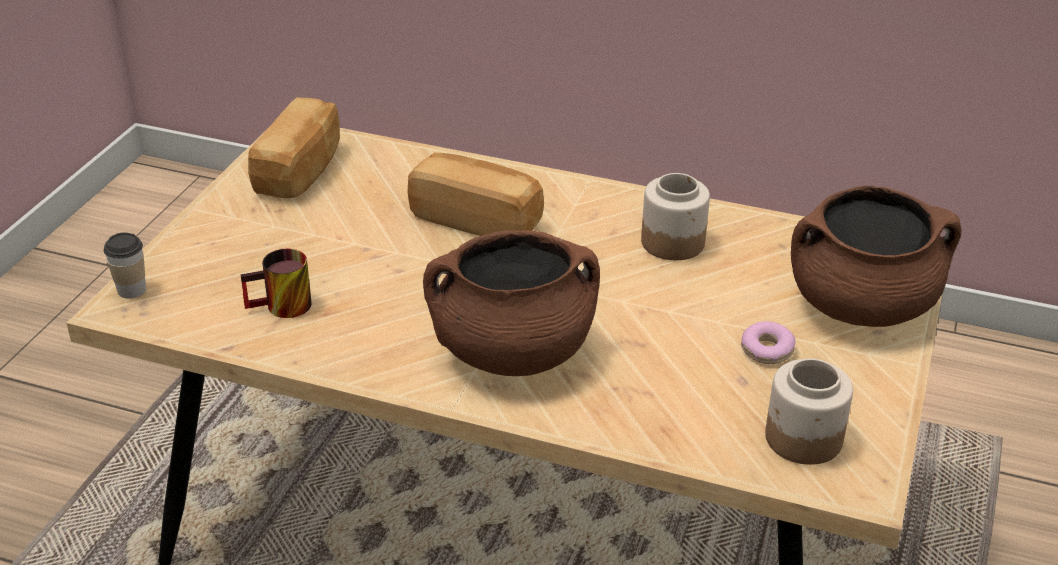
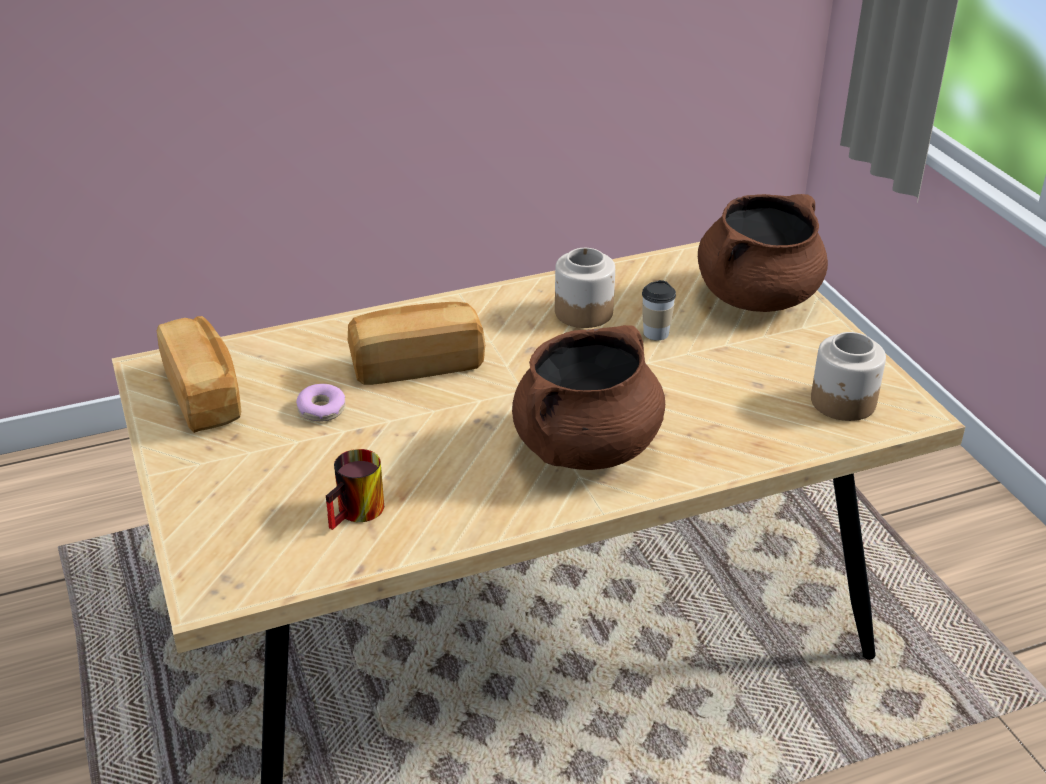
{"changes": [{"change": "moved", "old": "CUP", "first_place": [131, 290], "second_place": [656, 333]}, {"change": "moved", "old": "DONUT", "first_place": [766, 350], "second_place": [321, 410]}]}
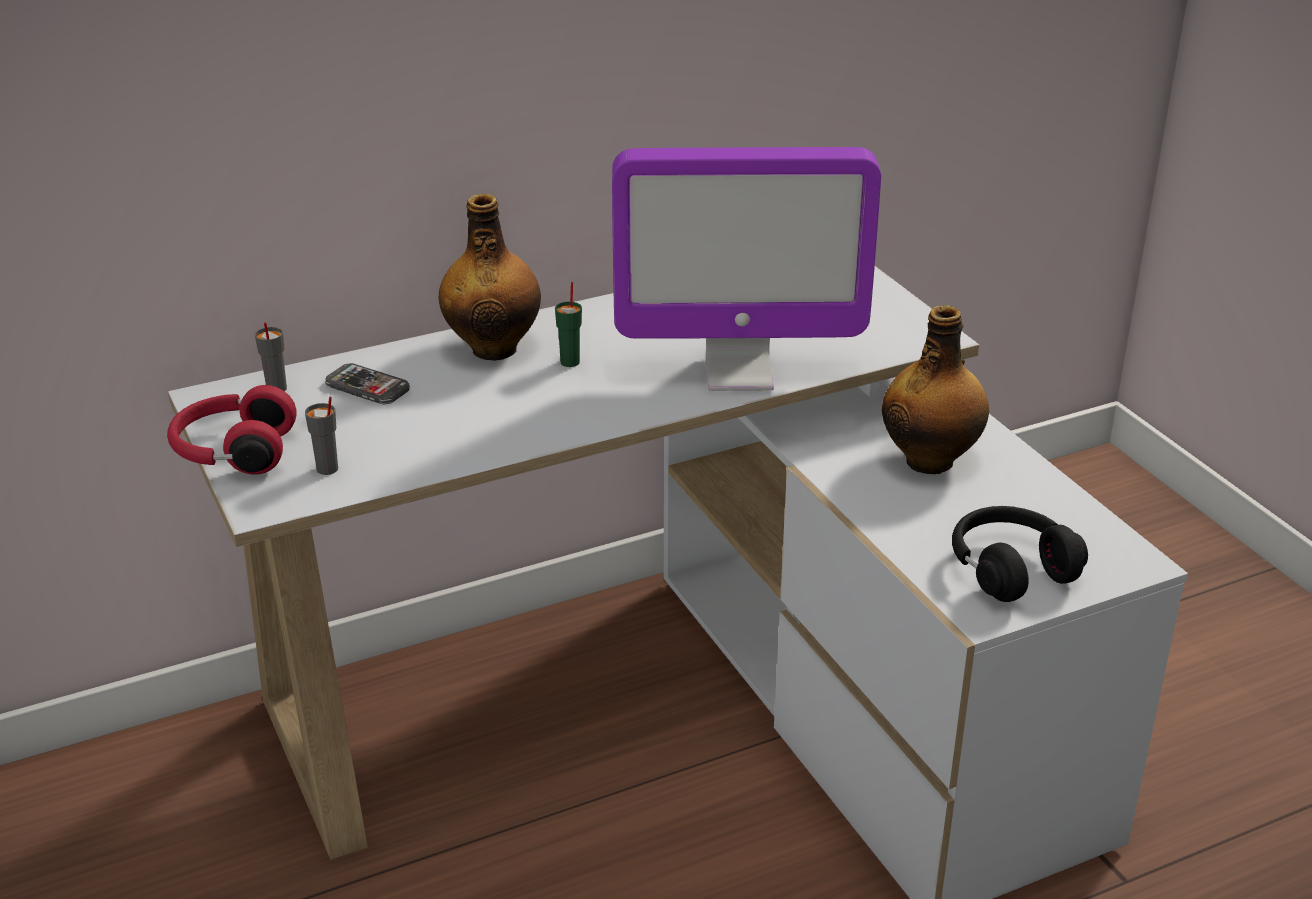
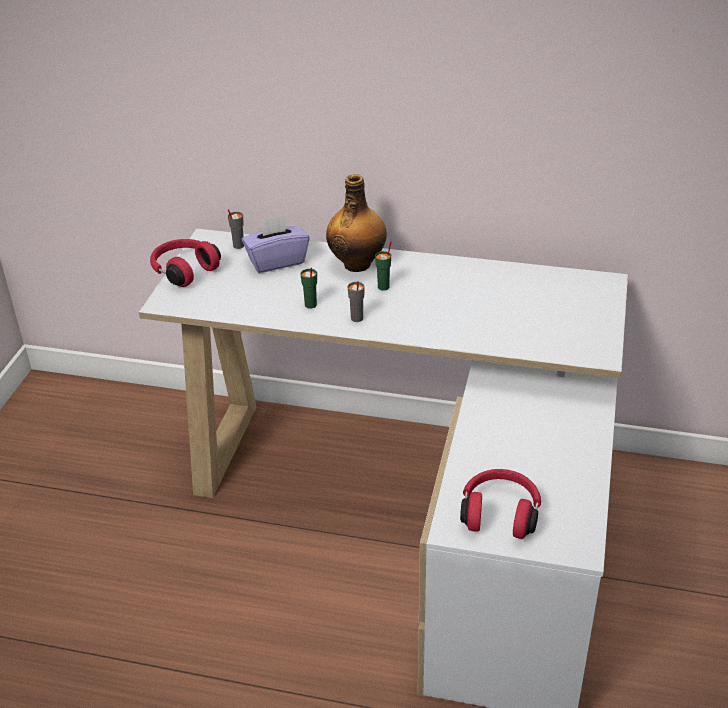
{"changes": [{"change": "removed", "old": "MONITOR", "first_place": [739, 373]}, {"change": "removed", "old": "BOTTLE", "first_place": [931, 460]}, {"change": "replaced", "old": "PHONE", "new": "PURPLE TISSUE BOX", "first_place": [367, 387], "second_place": [276, 261]}, {"change": "moved", "old": "GREY CUP", "first_place": [327, 469], "second_place": [356, 318]}, {"change": "recoloured", "old": "BLACK HEADPHONES", "new": "RED HEADPHONES", "first_place": [1009, 569], "second_place": [500, 513]}, {"change": "added", "new": "GREEN CUP", "second_place": [310, 305]}]}
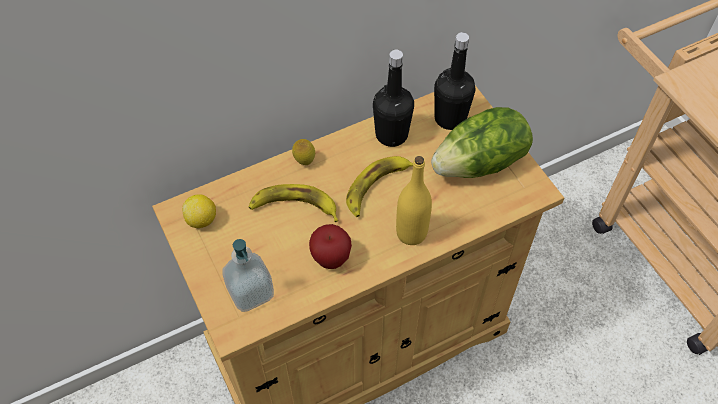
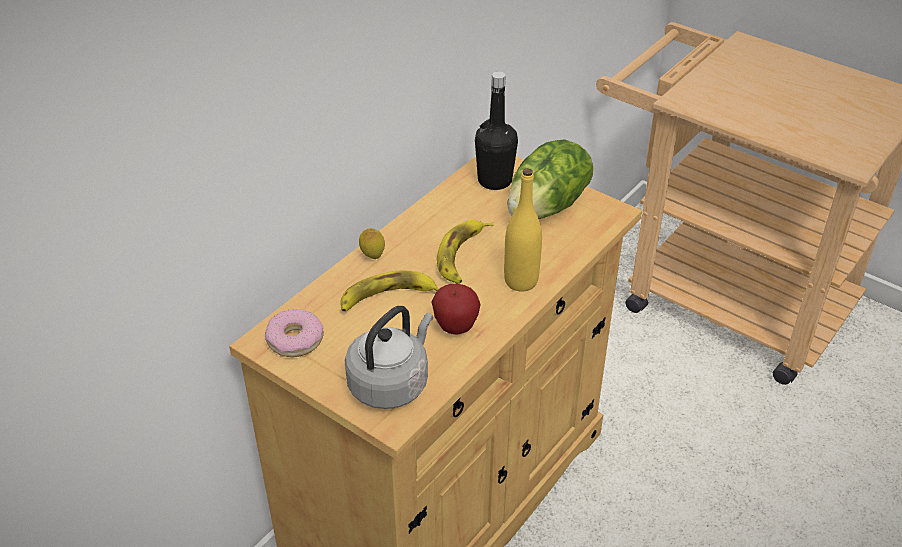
{"changes": [{"change": "removed", "old": "BLACK BOTTLE", "first_place": [391, 135]}, {"change": "replaced", "old": "LEMON", "new": "DONUT", "first_place": [202, 220], "second_place": [295, 339]}, {"change": "replaced", "old": "SOAP DISPENSER", "new": "GREY KETTLE", "first_place": [251, 292], "second_place": [391, 383]}]}
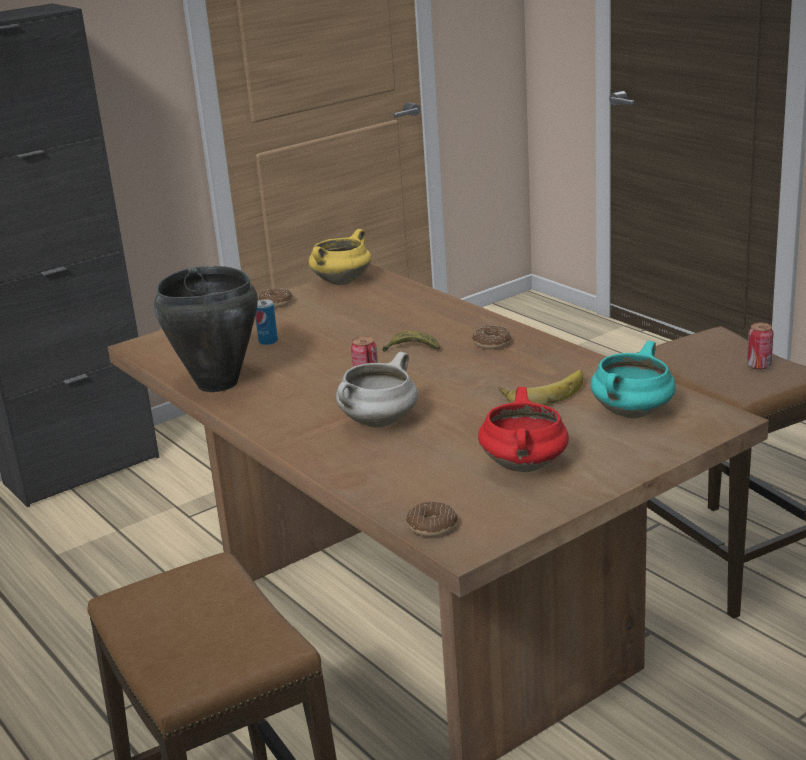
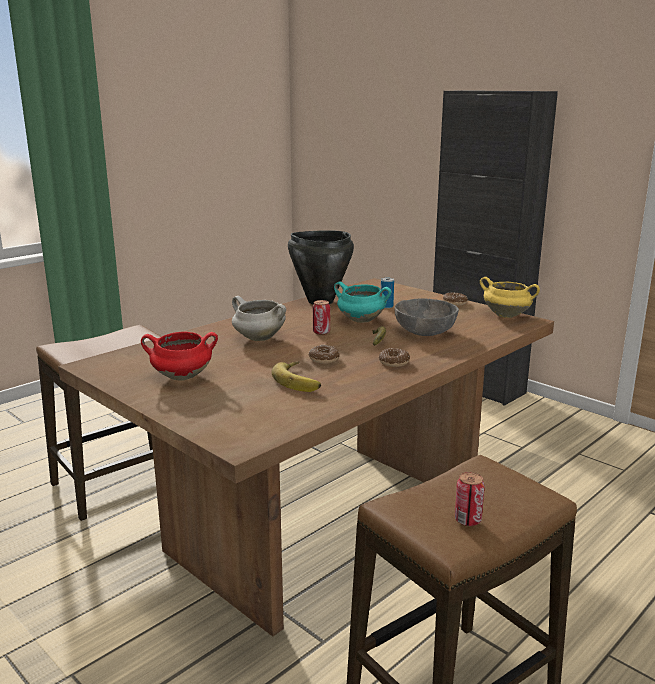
{"changes": [{"change": "moved", "old": "TURQUOISE COOKING POT", "first_place": [632, 414], "second_place": [360, 320]}, {"change": "moved", "old": "DONUT", "first_place": [432, 526], "second_place": [324, 359]}, {"change": "added", "new": "GREY BOWL", "second_place": [425, 332]}]}
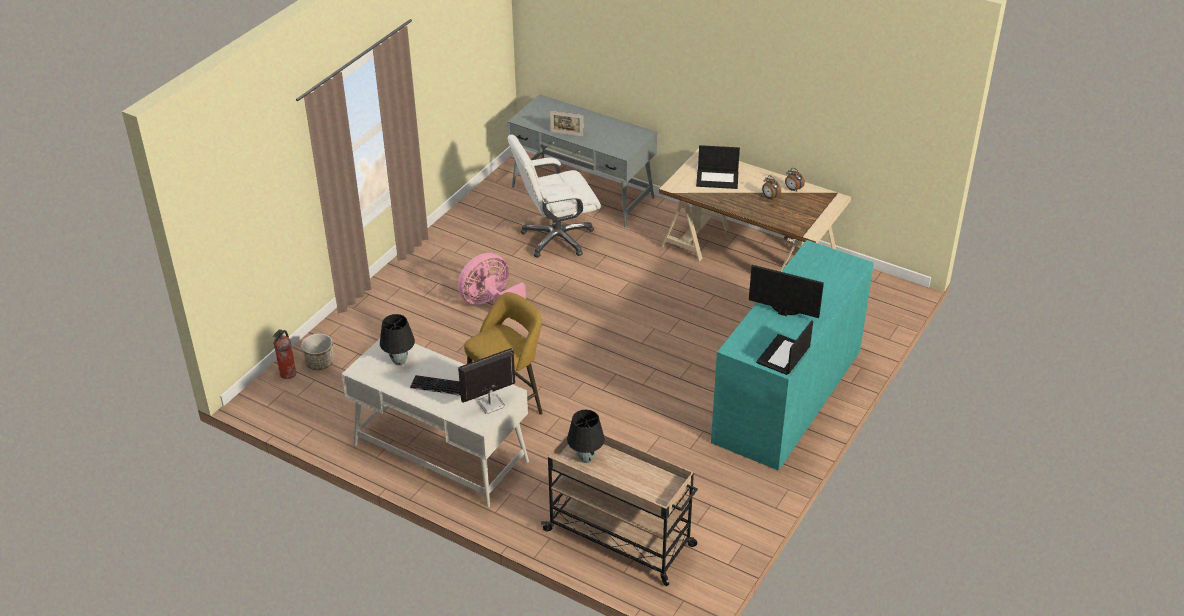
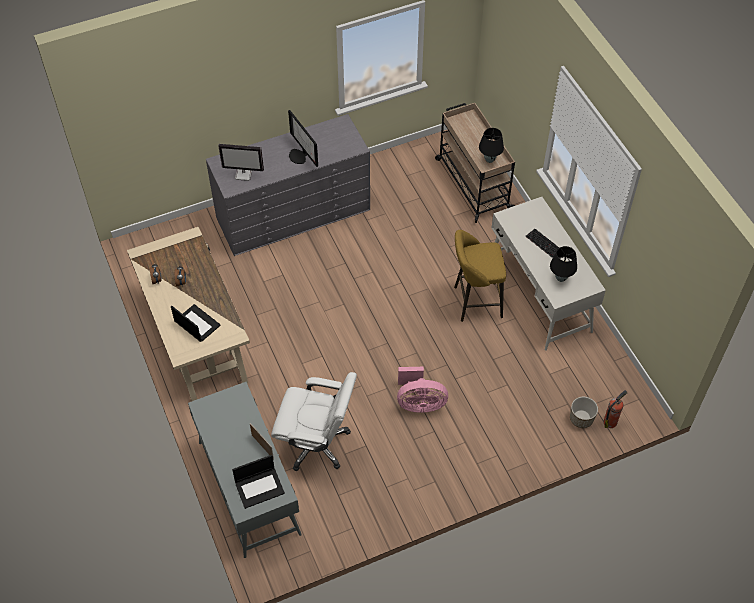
{"changes": [{"change": "recoloured", "old": "TURQUOISE DRESSER", "new": "GREY DRESSER", "first_place": [787, 396], "second_place": [293, 214]}, {"change": "moved", "old": "LAPTOP", "first_place": [783, 355], "second_place": [260, 487]}, {"change": "moved", "old": "MONITOR", "first_place": [490, 404], "second_place": [244, 174]}]}
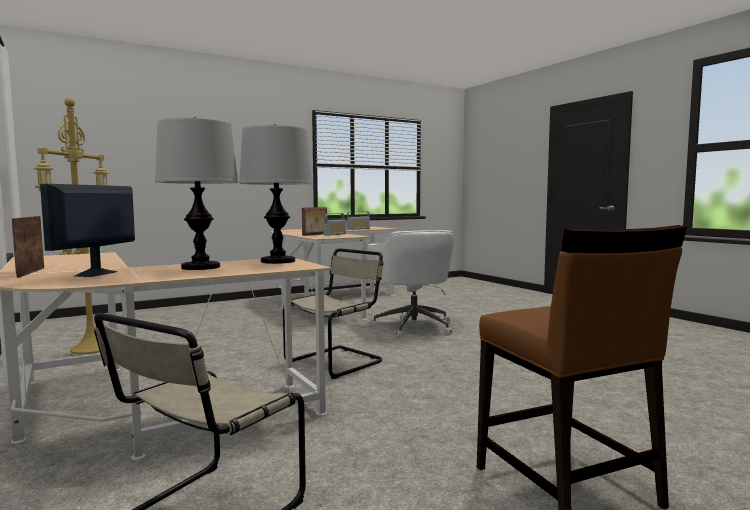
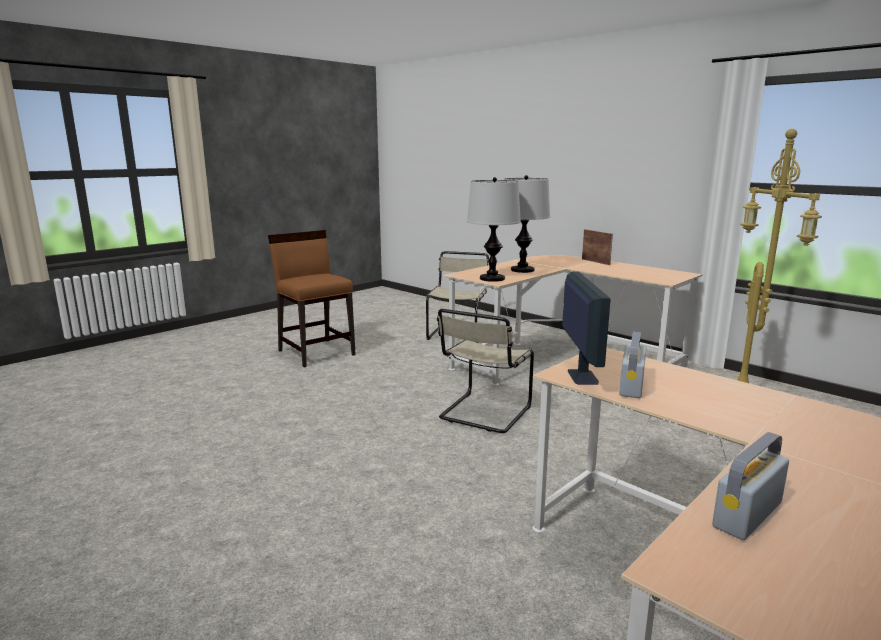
{"changes": [{"change": "moved", "old": "MONITOR", "first_place": [95, 274], "second_place": [582, 376]}, {"change": "removed", "old": "PICTURE FRAME", "first_place": [315, 234]}, {"change": "removed", "old": "WHITE OFFICE CHAIR", "first_place": [413, 326]}]}
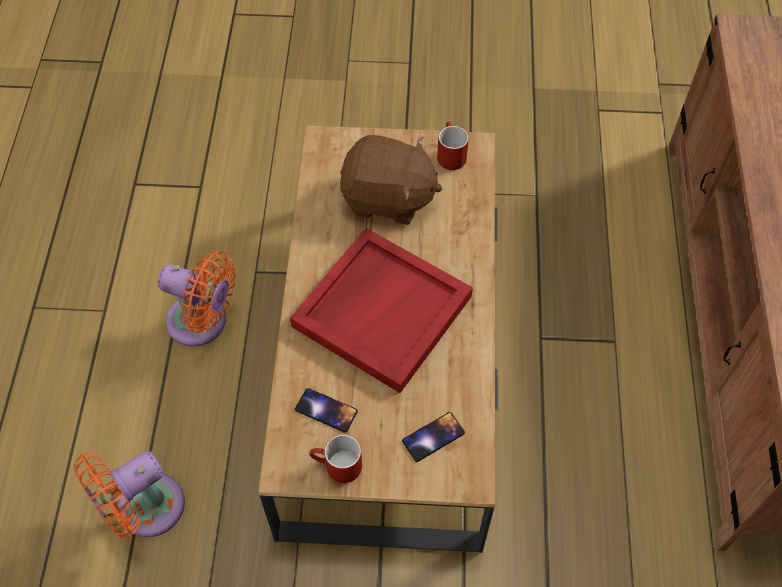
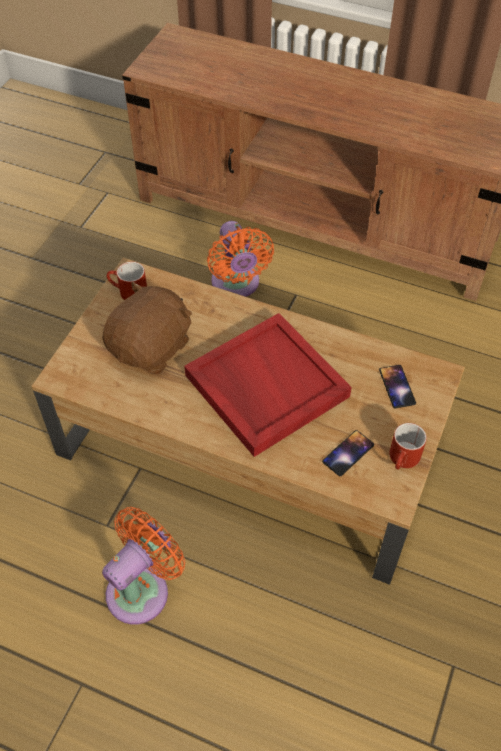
{"changes": [{"change": "moved", "old": "ORANGE FAN", "first_place": [144, 509], "second_place": [236, 285]}]}
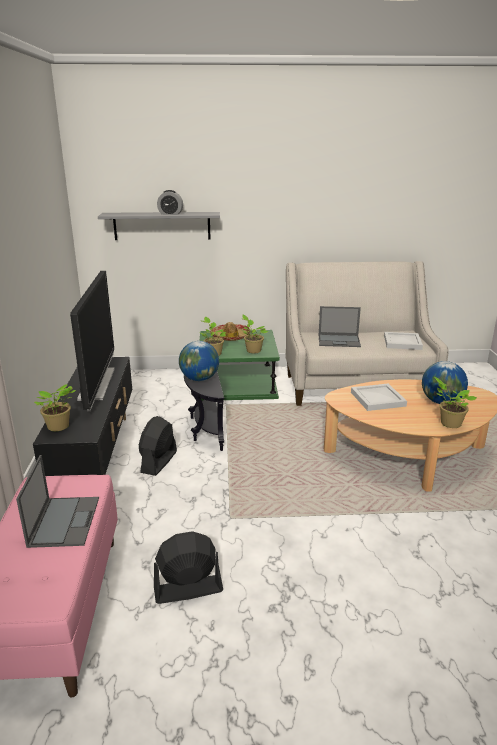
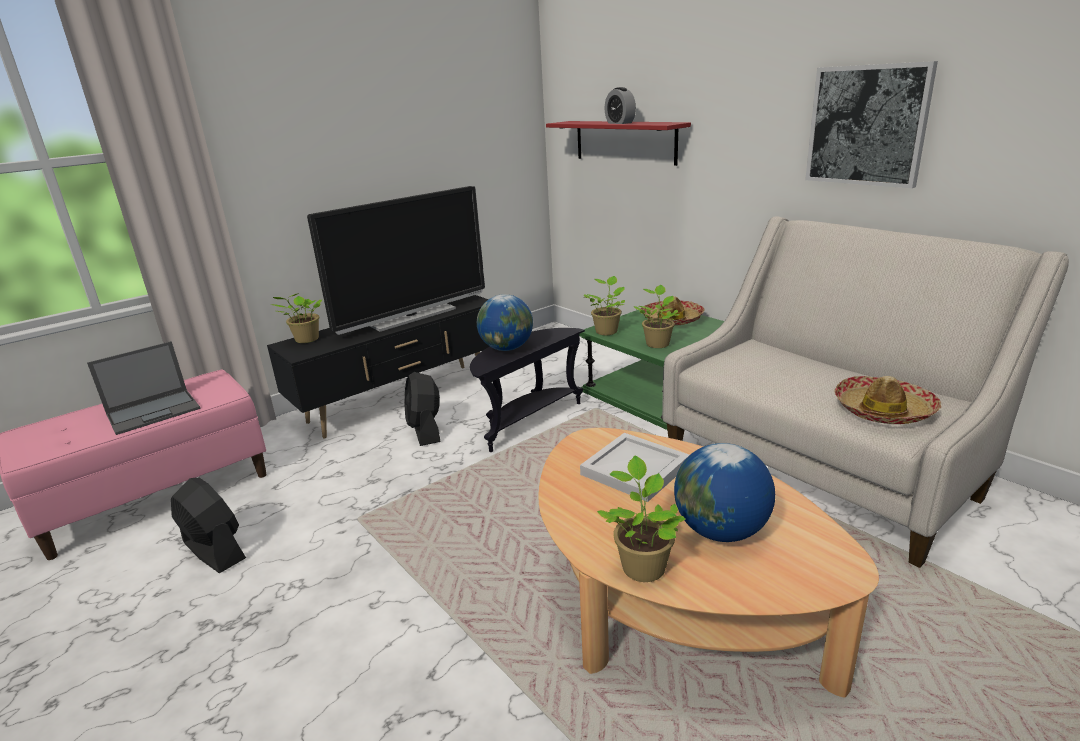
{"changes": [{"change": "recoloured", "old": "GREY SHELF", "new": "RED SHELF", "first_place": [162, 226], "second_place": [624, 141]}, {"change": "removed", "old": "LAPTOP", "first_place": [339, 341]}, {"change": "replaced", "old": "WHITE TRAY", "new": "HAT", "first_place": [401, 342], "second_place": [883, 410]}, {"change": "turned", "old": "BLACK FAN", "first_place": [159, 462], "second_place": [425, 430], "degrees": -90}, {"change": "added", "new": "PICTURE", "second_place": [867, 125]}]}
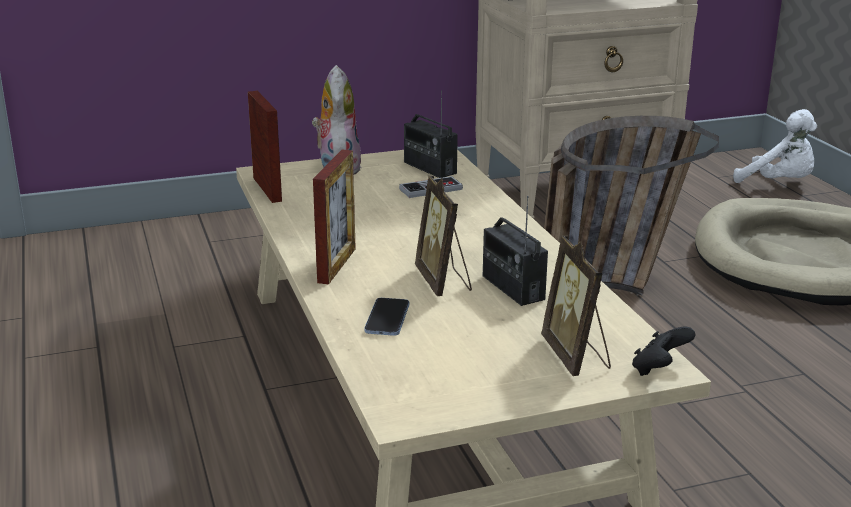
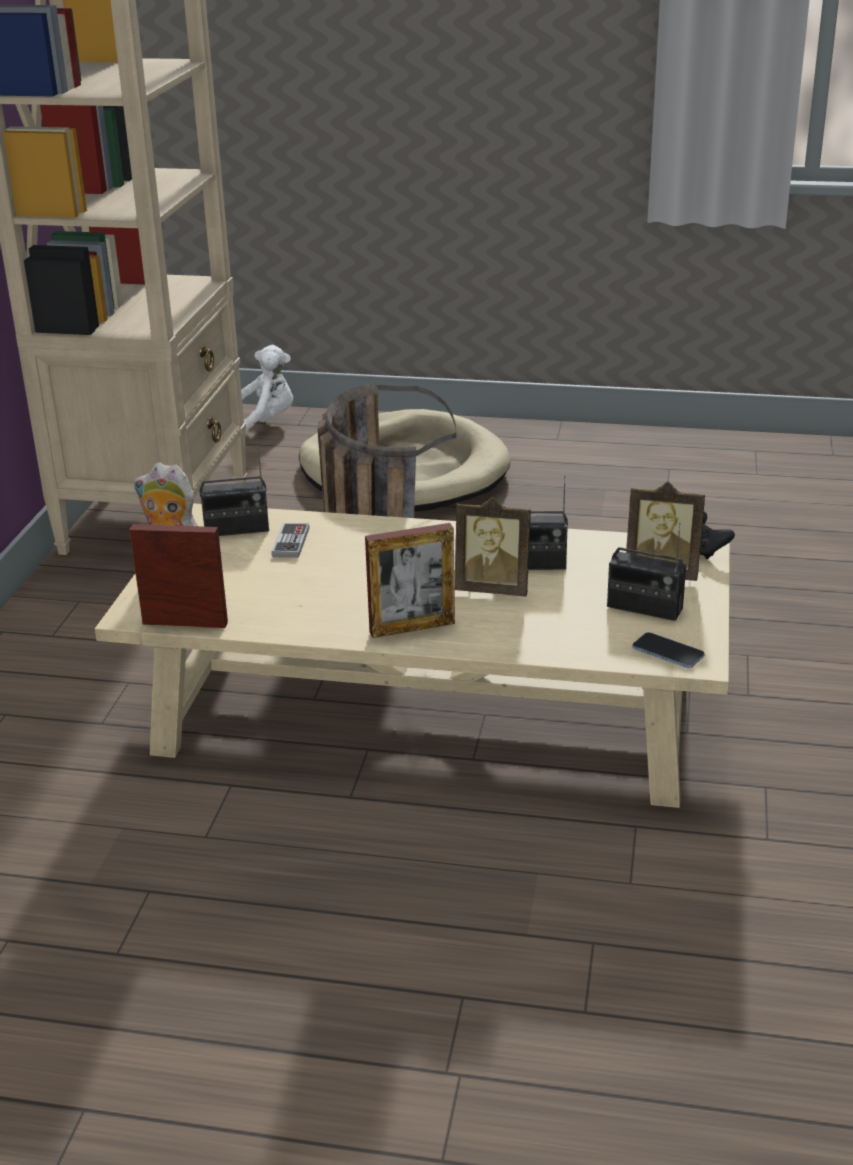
{"changes": [{"change": "turned", "old": "PICTURE FRAME", "first_place": [337, 265], "second_place": [412, 627], "degrees": 120}, {"change": "moved", "old": "PHONE", "first_place": [387, 319], "second_place": [668, 652]}, {"change": "added", "new": "RADIO", "second_place": [644, 608]}]}
